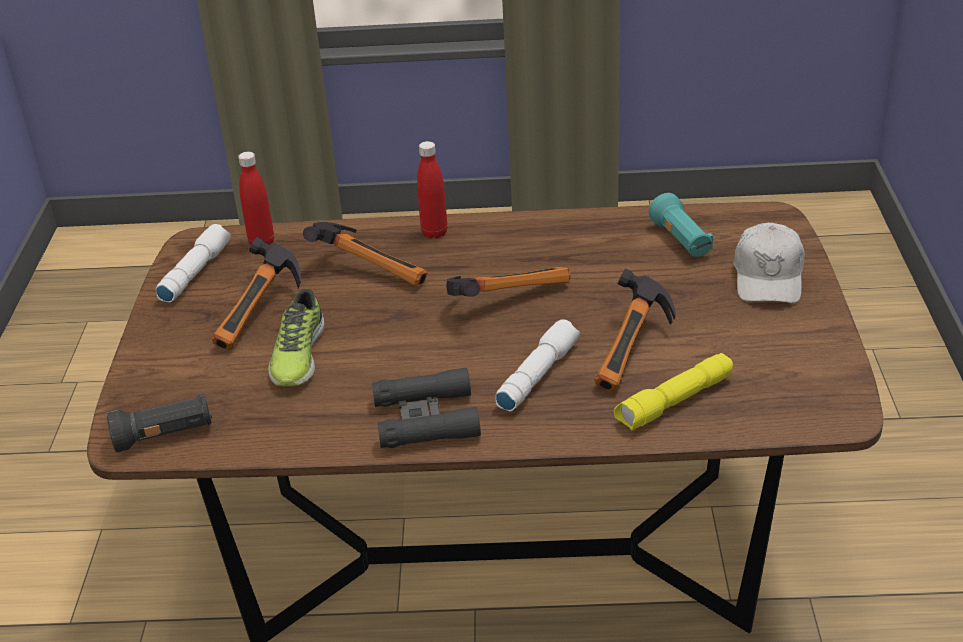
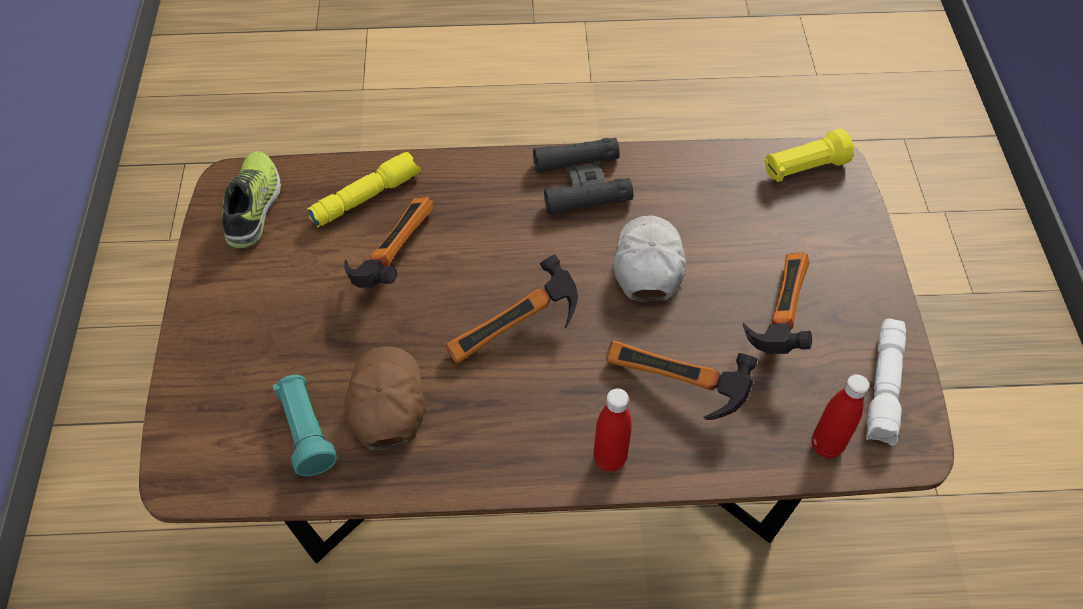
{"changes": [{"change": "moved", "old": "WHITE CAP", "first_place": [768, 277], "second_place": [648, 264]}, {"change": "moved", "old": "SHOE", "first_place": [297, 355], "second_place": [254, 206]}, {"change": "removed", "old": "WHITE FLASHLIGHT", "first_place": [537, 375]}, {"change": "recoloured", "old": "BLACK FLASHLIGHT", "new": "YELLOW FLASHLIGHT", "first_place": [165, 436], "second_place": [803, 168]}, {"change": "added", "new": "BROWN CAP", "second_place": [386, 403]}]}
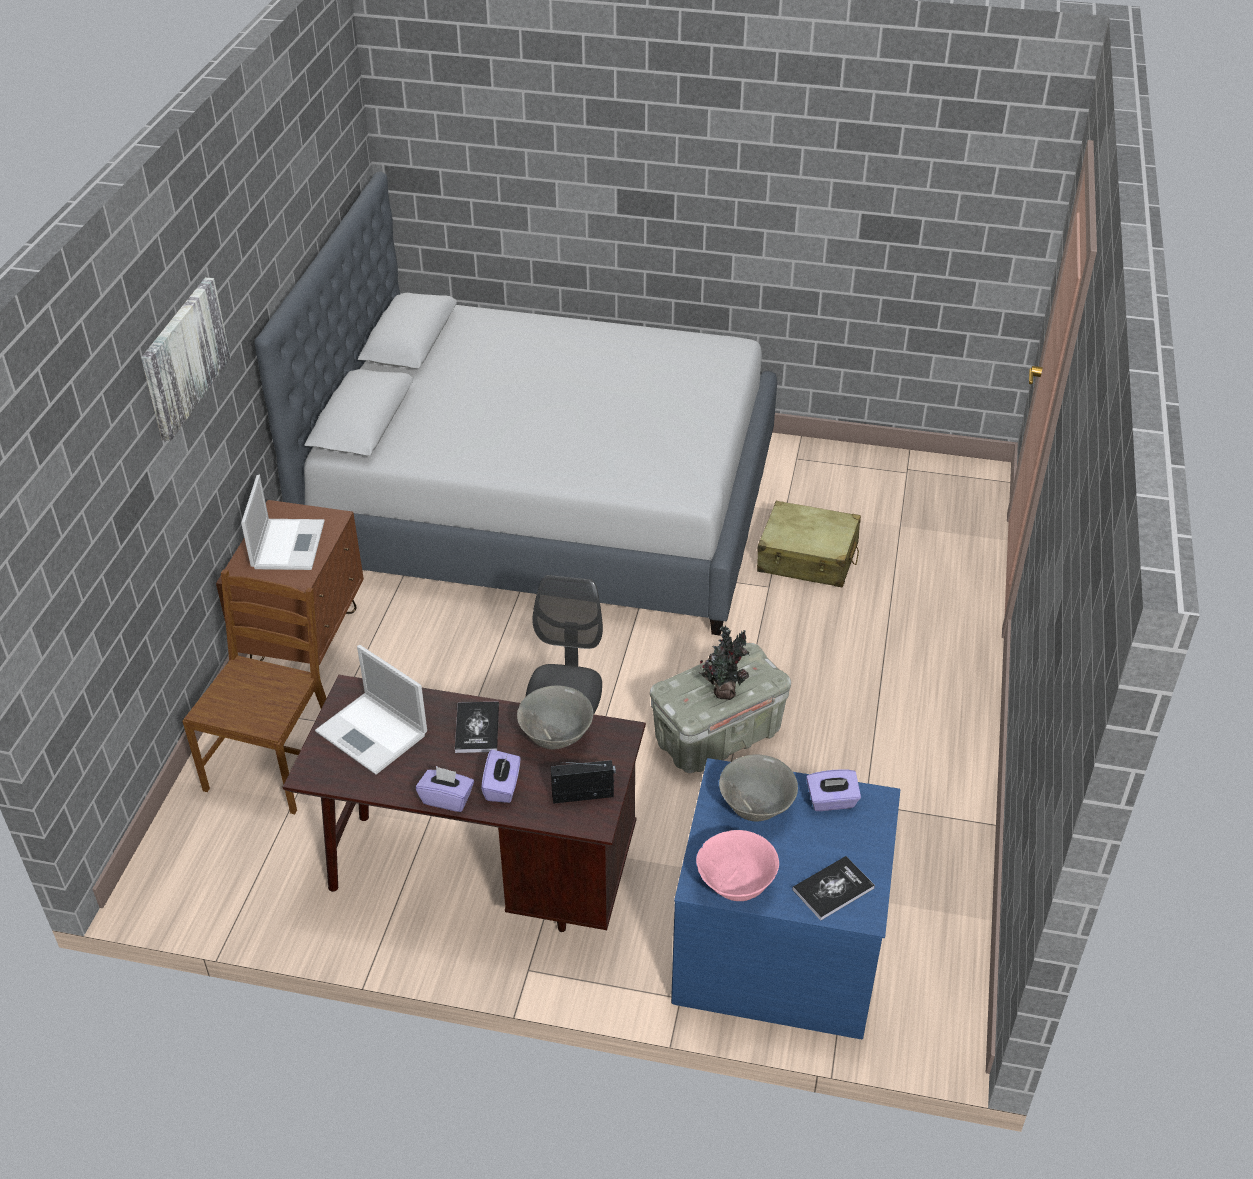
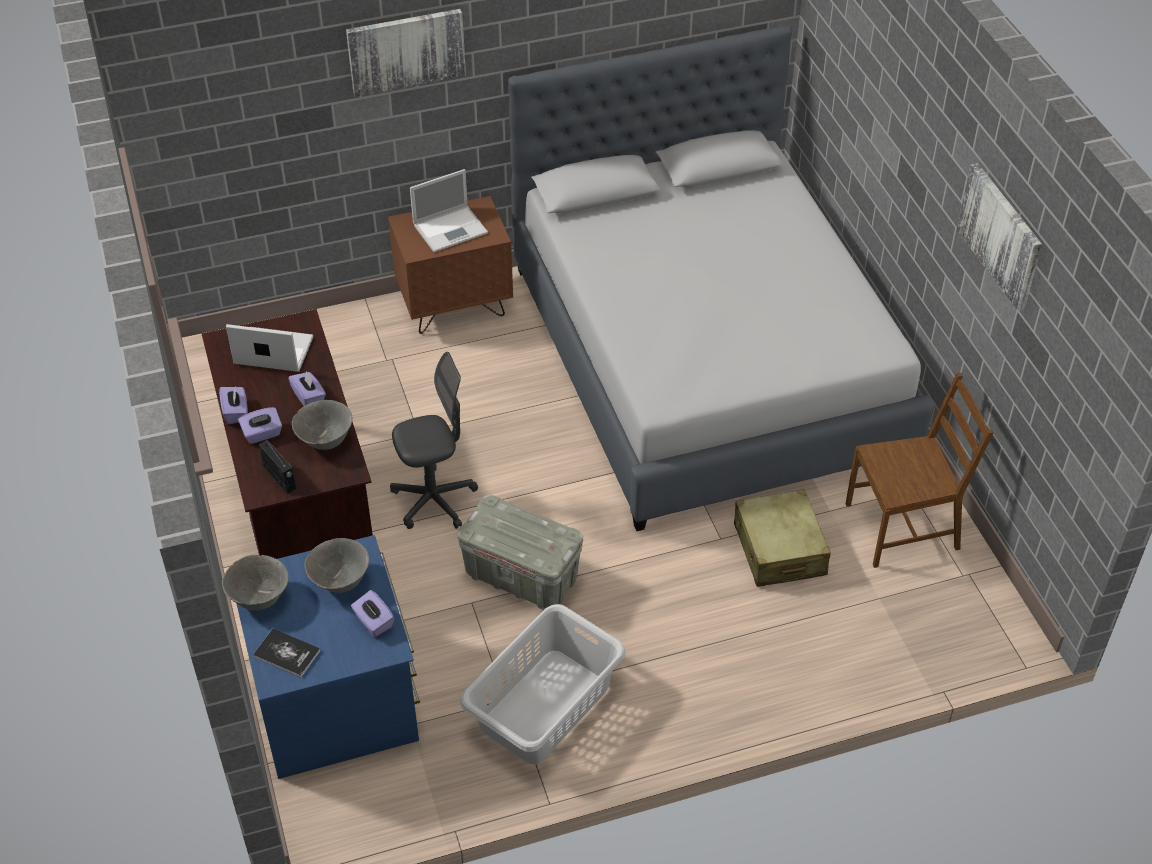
{"changes": [{"change": "moved", "old": "BROWN CHAIR", "first_place": [273, 762], "second_place": [903, 526]}, {"change": "removed", "old": "POTTED PLANT", "first_place": [724, 691]}, {"change": "turned", "old": "LAPTOP", "first_place": [373, 734], "second_place": [272, 351], "degrees": 90}, {"change": "replaced", "old": "BOOK", "new": "PURPLE TISSUE BOX", "first_place": [477, 728], "second_place": [309, 397]}, {"change": "recoloured", "old": "PINK BOWL", "new": "GREY BOWL", "first_place": [736, 886], "second_place": [259, 598]}, {"change": "added", "new": "PICTURE", "second_place": [1001, 235]}, {"change": "added", "new": "GREY LAUNDRY BASKET", "second_place": [543, 706]}]}
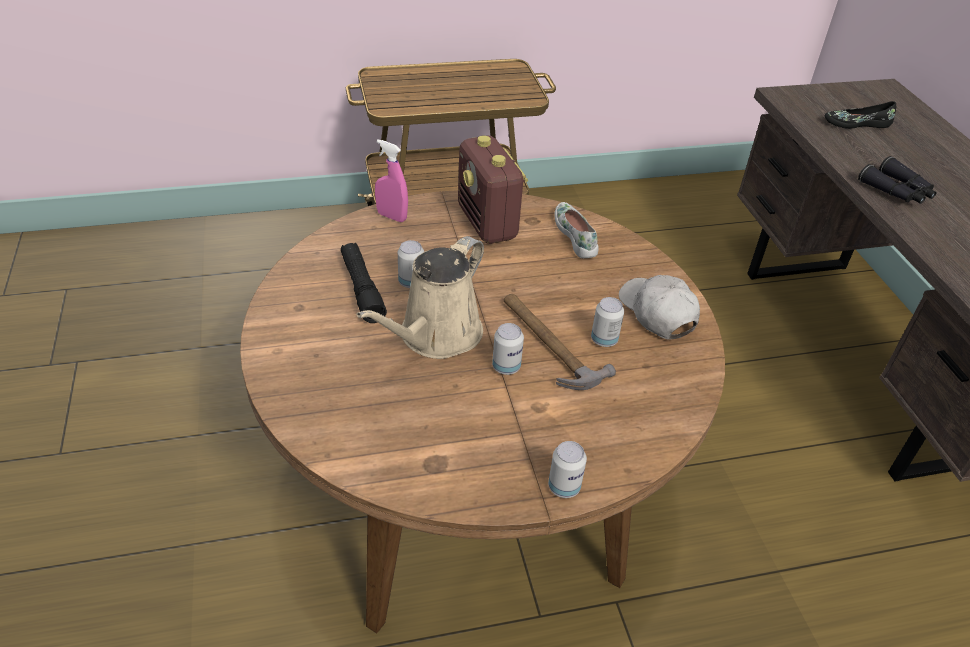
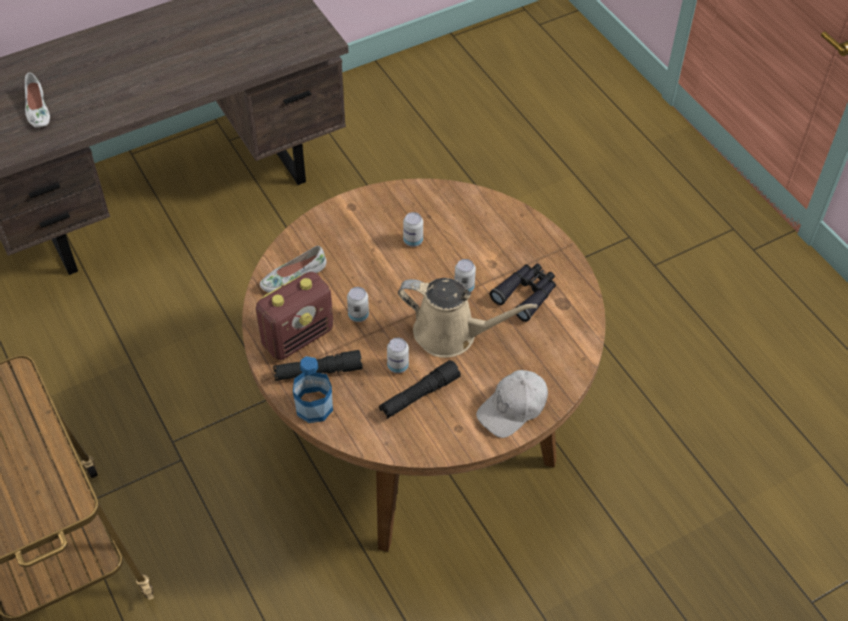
{"changes": [{"change": "recoloured", "old": "BLACK SHOE", "new": "WHITE SHOE", "first_place": [856, 123], "second_place": [37, 109]}, {"change": "replaced", "old": "PINK SPRAY BOTTLE", "new": "BOTTLE", "first_place": [392, 216], "second_place": [314, 407]}, {"change": "moved", "old": "BLACK BINOCULARS", "first_place": [897, 191], "second_place": [526, 294]}, {"change": "moved", "old": "WHITE CAP", "first_place": [657, 313], "second_place": [513, 408]}, {"change": "removed", "old": "HAMMER", "first_place": [547, 343]}, {"change": "moved", "old": "CAN", "first_place": [564, 487], "second_place": [358, 315]}, {"change": "added", "new": "BLACK FLASHLIGHT", "second_place": [318, 372]}]}
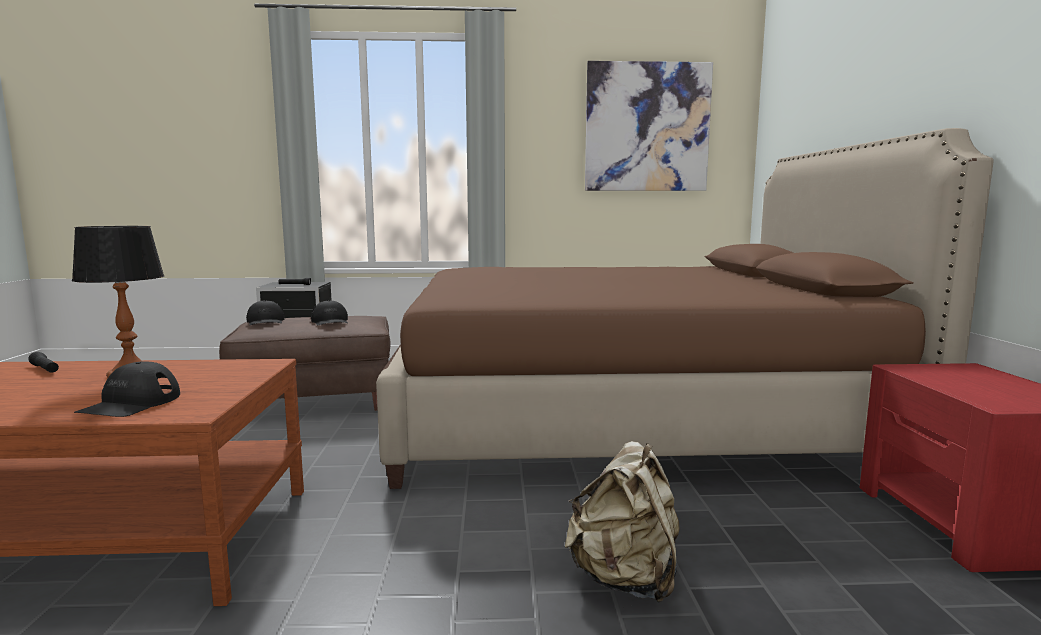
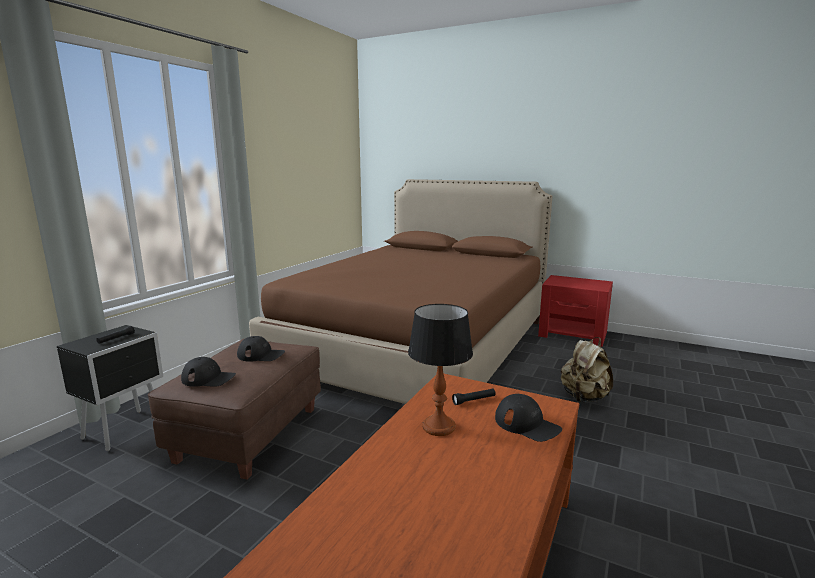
{"changes": [{"change": "removed", "old": "PICTURE", "first_place": [647, 127]}, {"change": "moved", "old": "BLACK FLASHLIGHT", "first_place": [45, 369], "second_place": [474, 400]}]}
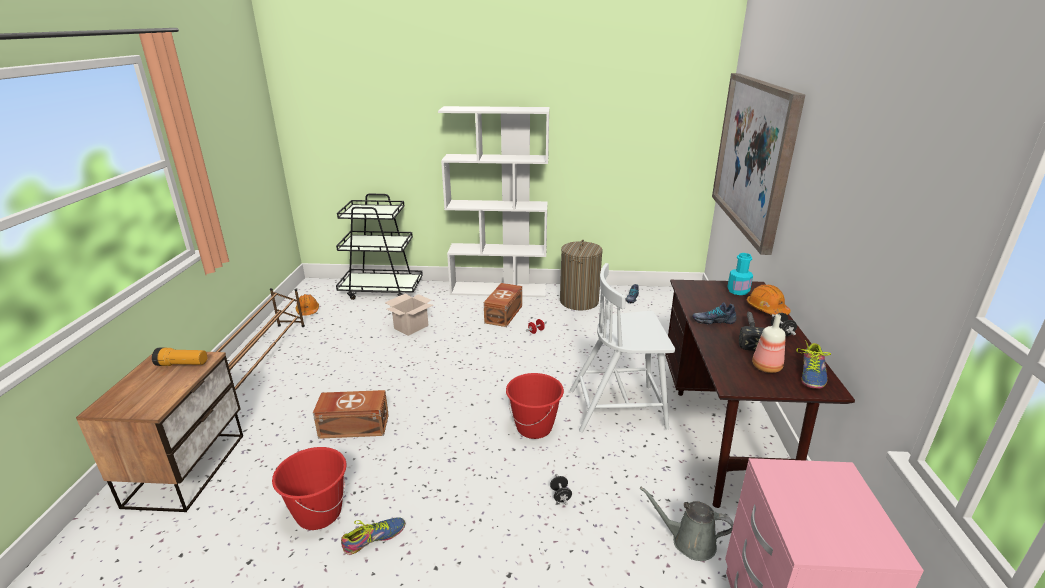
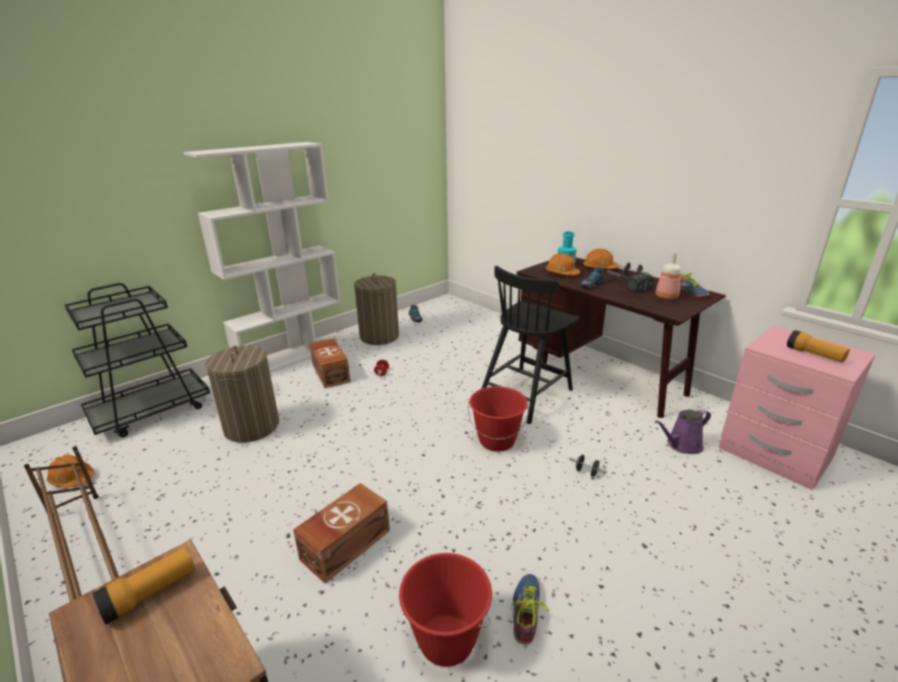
{"changes": [{"change": "removed", "old": "PICTURE", "first_place": [754, 156]}, {"change": "recoloured", "old": "WHITE CHAIR", "new": "BLACK CHAIR", "first_place": [619, 408], "second_place": [526, 394]}, {"change": "replaced", "old": "CARDBOARD BOX", "new": "LAUNDRY BASKET", "first_place": [411, 326], "second_place": [251, 426]}, {"change": "recoloured", "old": "GREY WATERING CAN", "new": "PURPLE WATERING CAN", "first_place": [689, 541], "second_place": [681, 445]}, {"change": "added", "new": "ORANGE HARD HAT", "second_place": [561, 273]}, {"change": "added", "new": "FLASHLIGHT", "second_place": [814, 355]}]}
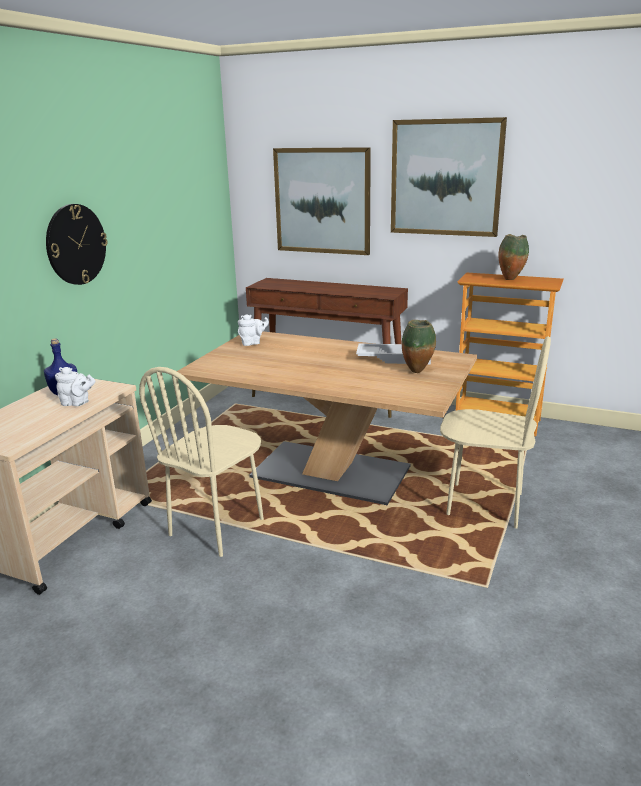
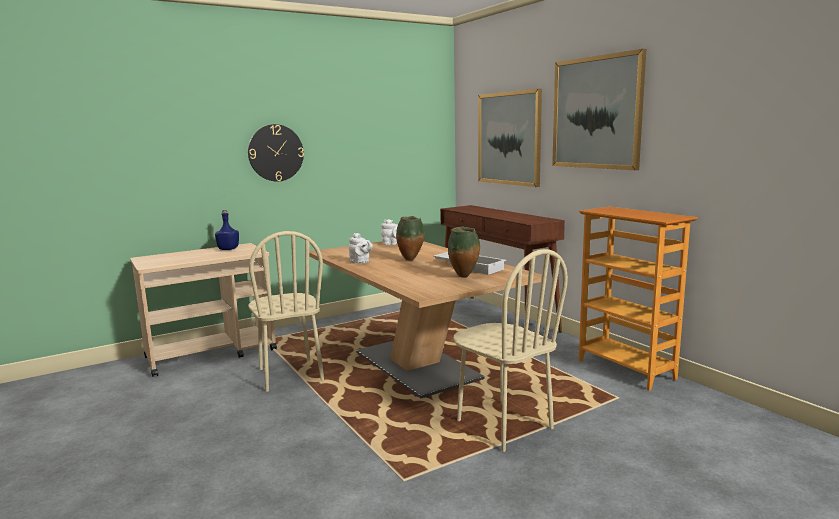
{"changes": [{"change": "moved", "old": "VASE", "first_place": [510, 279], "second_place": [411, 260]}, {"change": "moved", "old": "WHITE TEAPOT", "first_place": [77, 403], "second_place": [360, 262]}, {"change": "turned", "old": "BEIGE CHAIR", "first_place": [217, 527], "second_place": [290, 375], "degrees": -90}]}
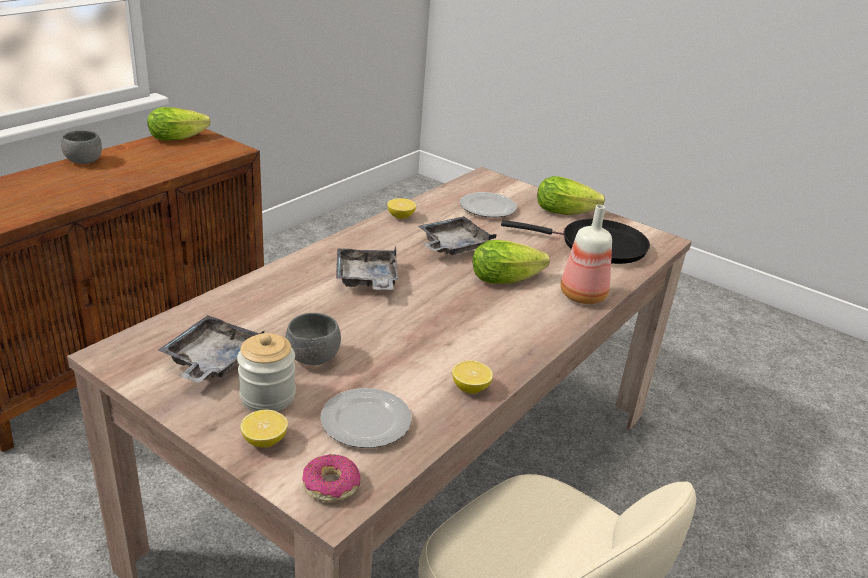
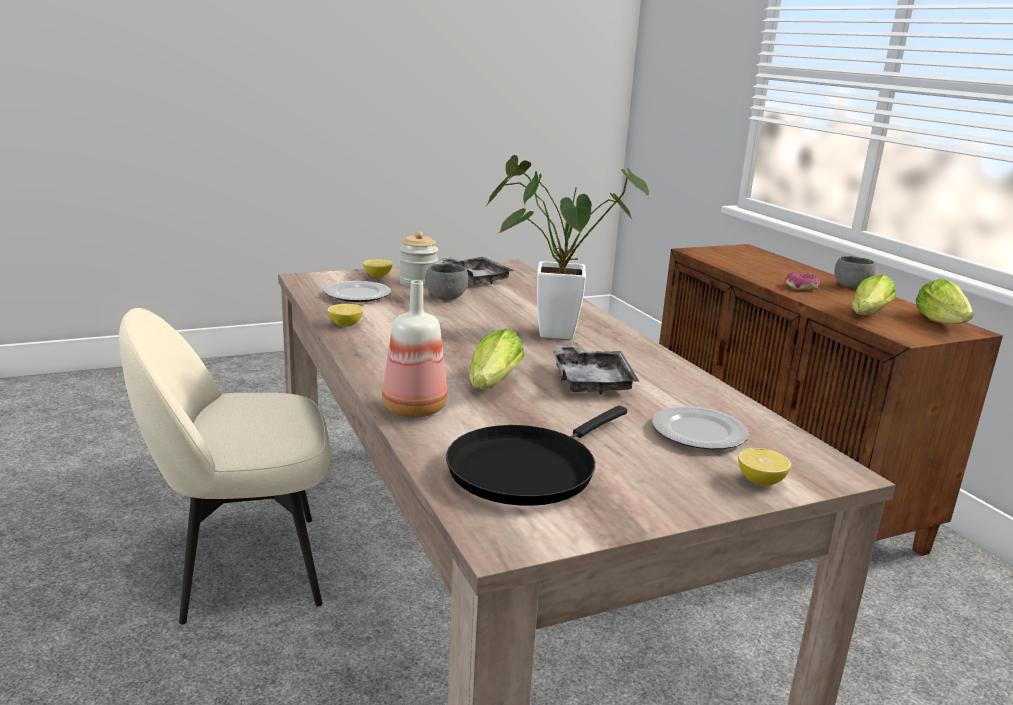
{"changes": [{"change": "moved", "old": "LETTUCE", "first_place": [568, 212], "second_place": [867, 315]}, {"change": "moved", "old": "LEMON", "first_place": [401, 216], "second_place": [760, 481]}, {"change": "replaced", "old": "GREY TRAY", "new": "POTTED PLANT", "first_place": [367, 279], "second_place": [546, 332]}, {"change": "moved", "old": "DONUT", "first_place": [330, 485], "second_place": [801, 287]}]}
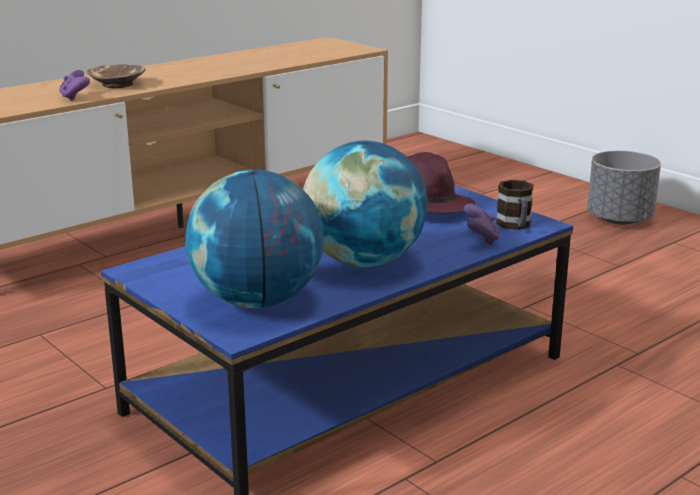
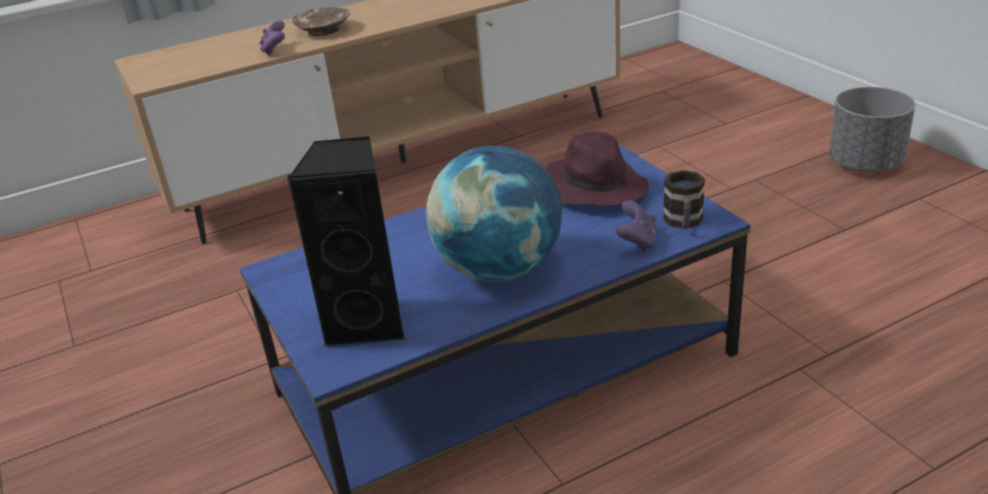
{"changes": [{"change": "replaced", "old": "GLOBE", "new": "BLACK SPEAKER", "first_place": [257, 301], "second_place": [369, 322]}]}
